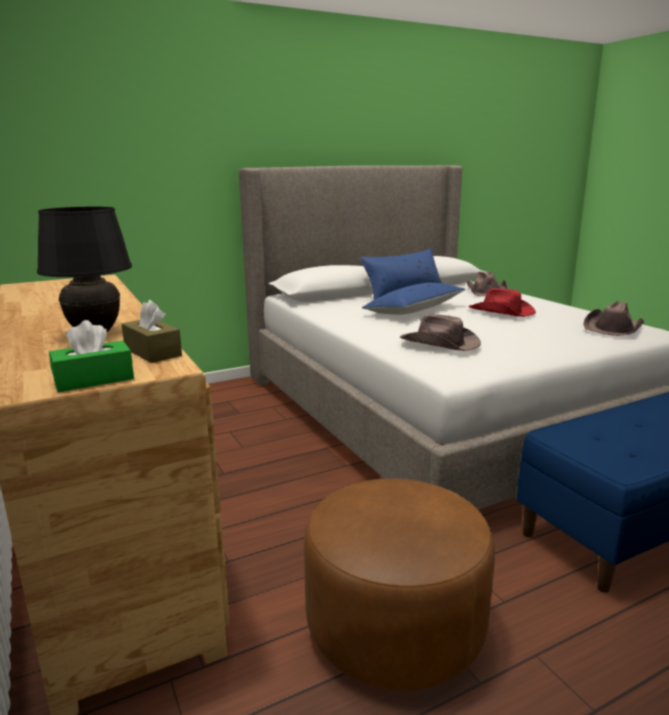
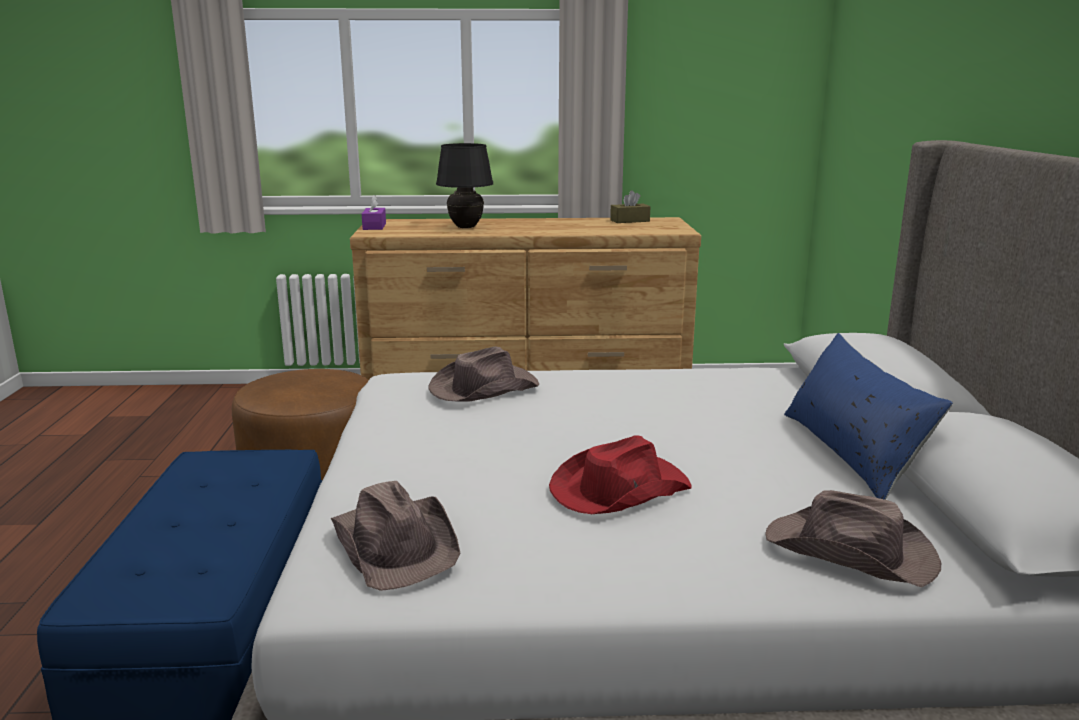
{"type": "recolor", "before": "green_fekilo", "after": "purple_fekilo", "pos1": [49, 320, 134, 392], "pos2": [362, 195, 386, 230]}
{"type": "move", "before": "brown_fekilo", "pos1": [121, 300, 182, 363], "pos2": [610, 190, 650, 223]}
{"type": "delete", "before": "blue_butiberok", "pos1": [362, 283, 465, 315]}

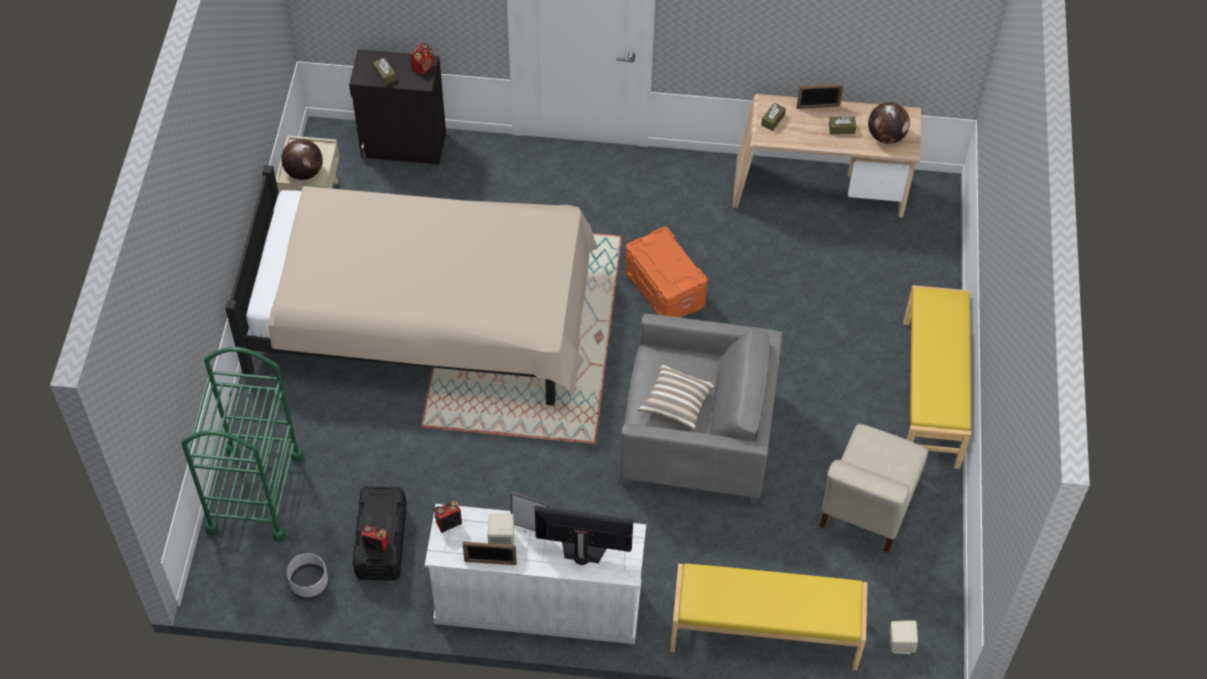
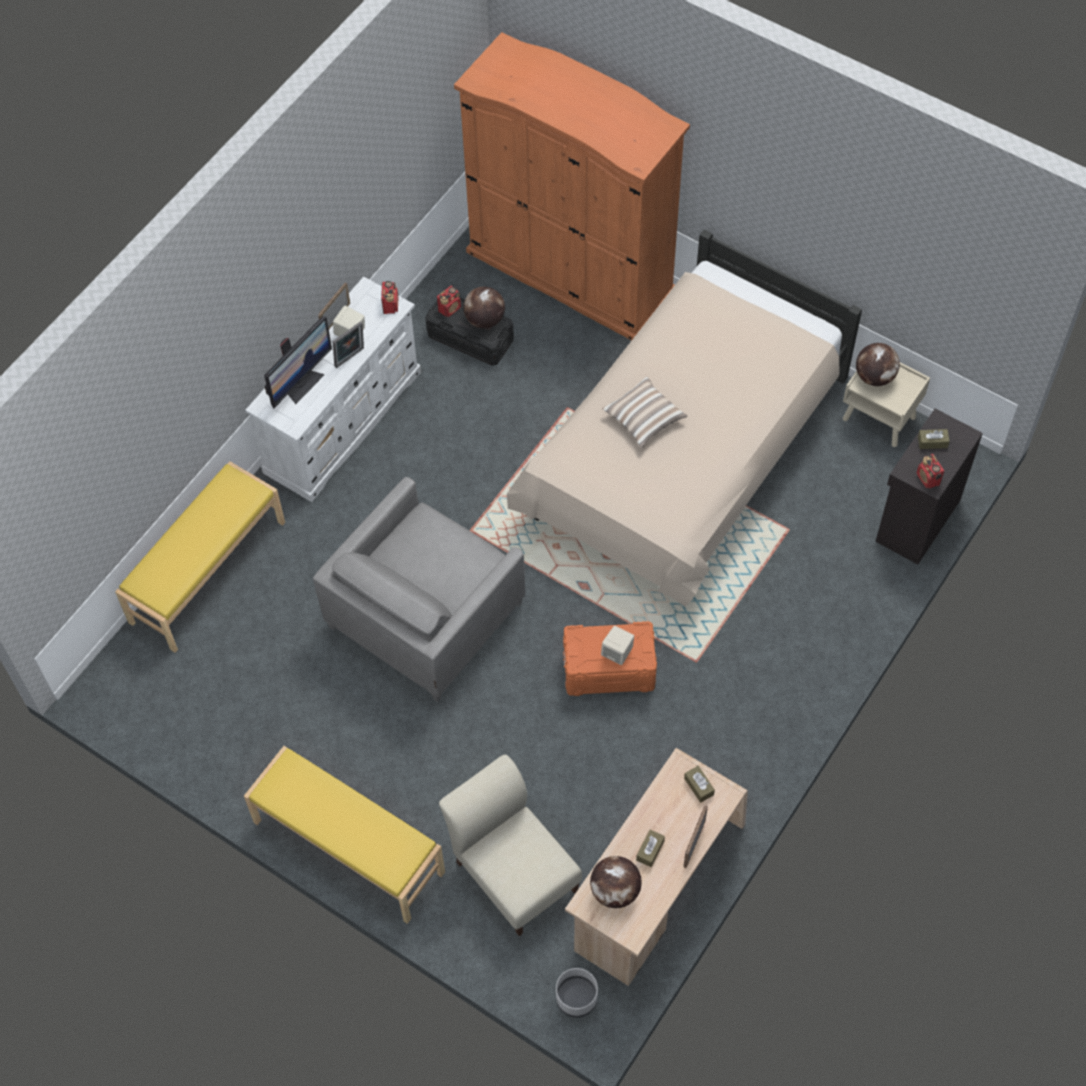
{"type": "replace", "before": "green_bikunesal", "after": "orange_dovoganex", "pos1": [181, 347, 304, 542], "pos2": [454, 32, 690, 340]}
{"type": "move", "before": "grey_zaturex", "pos1": [287, 553, 329, 600], "pos2": [556, 968, 598, 1018]}
{"type": "move", "before": "butiberok", "pos1": [638, 363, 716, 430], "pos2": [602, 376, 687, 448]}
{"type": "move", "before": "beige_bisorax", "pos1": [819, 424, 928, 552], "pos2": [439, 755, 582, 936]}
{"type": "move", "before": "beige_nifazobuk", "pos1": [890, 620, 918, 654], "pos2": [601, 626, 634, 665]}
{"type": "insert", "after": "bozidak", "pos2": [463, 286, 505, 329]}

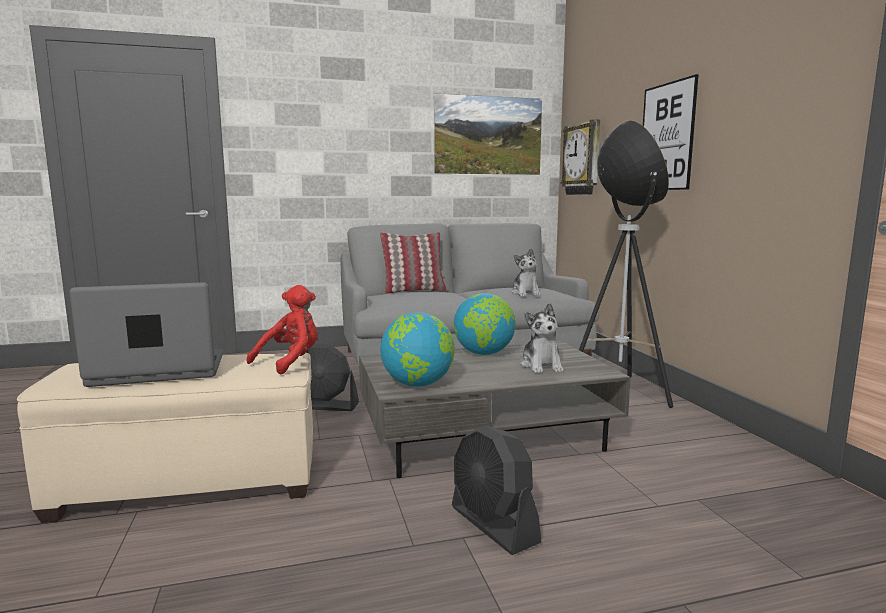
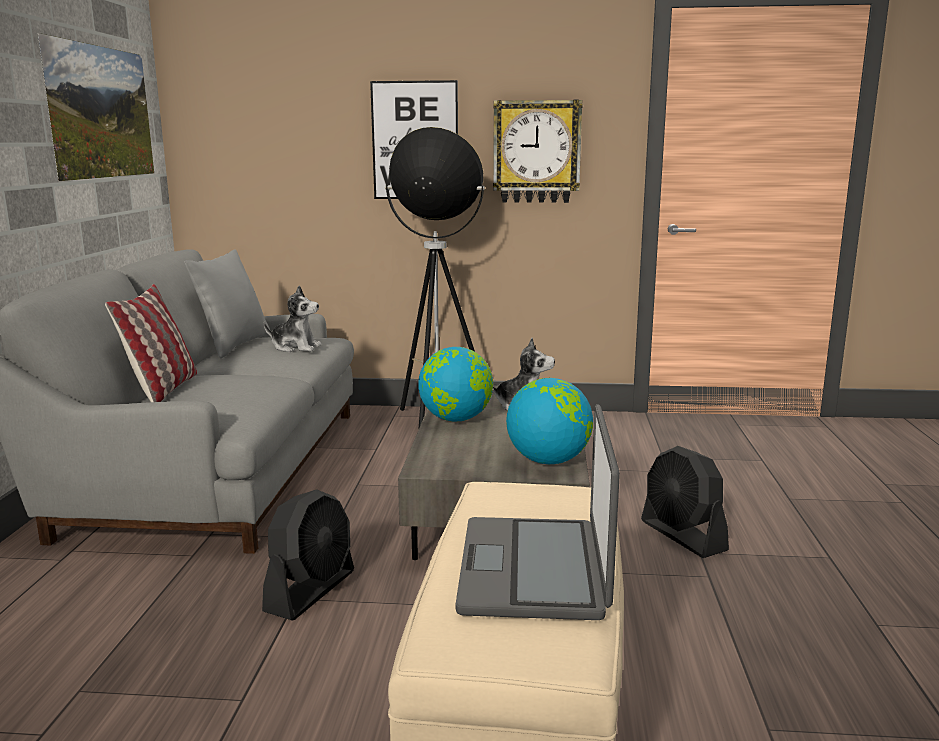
{"type": "delete", "before": "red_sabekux", "pos1": [246, 285, 318, 375]}
{"type": "rotate", "before": "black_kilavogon", "pos1": [452, 425, 541, 555], "pos2": [641, 446, 729, 558], "turn": 75}
{"type": "move", "before": "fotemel", "pos1": [561, 119, 600, 195], "pos2": [493, 100, 582, 203]}
{"type": "insert", "after": "grey_butiberok", "pos2": [185, 249, 270, 358]}

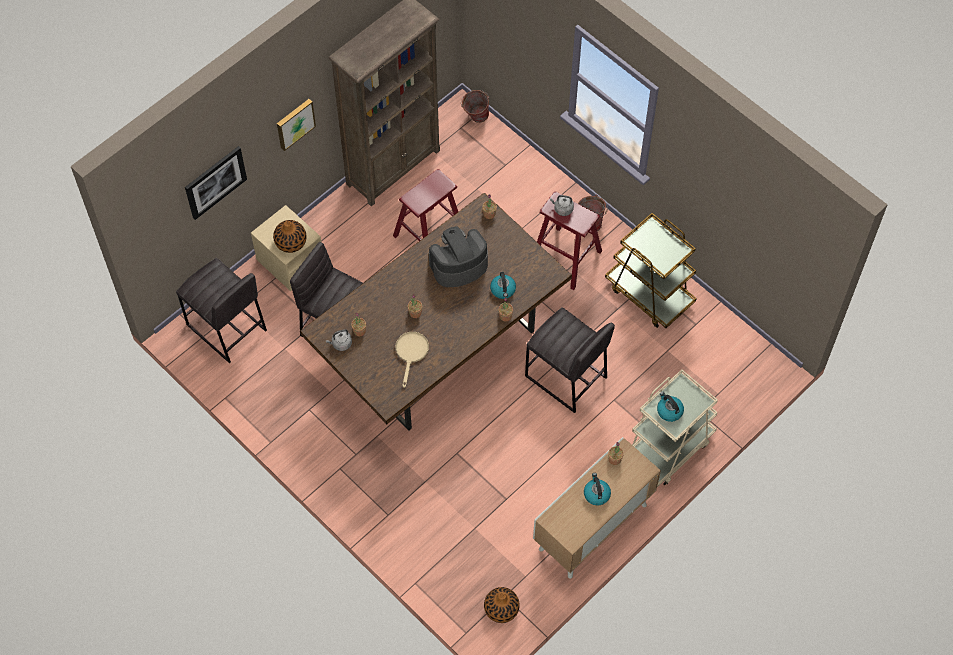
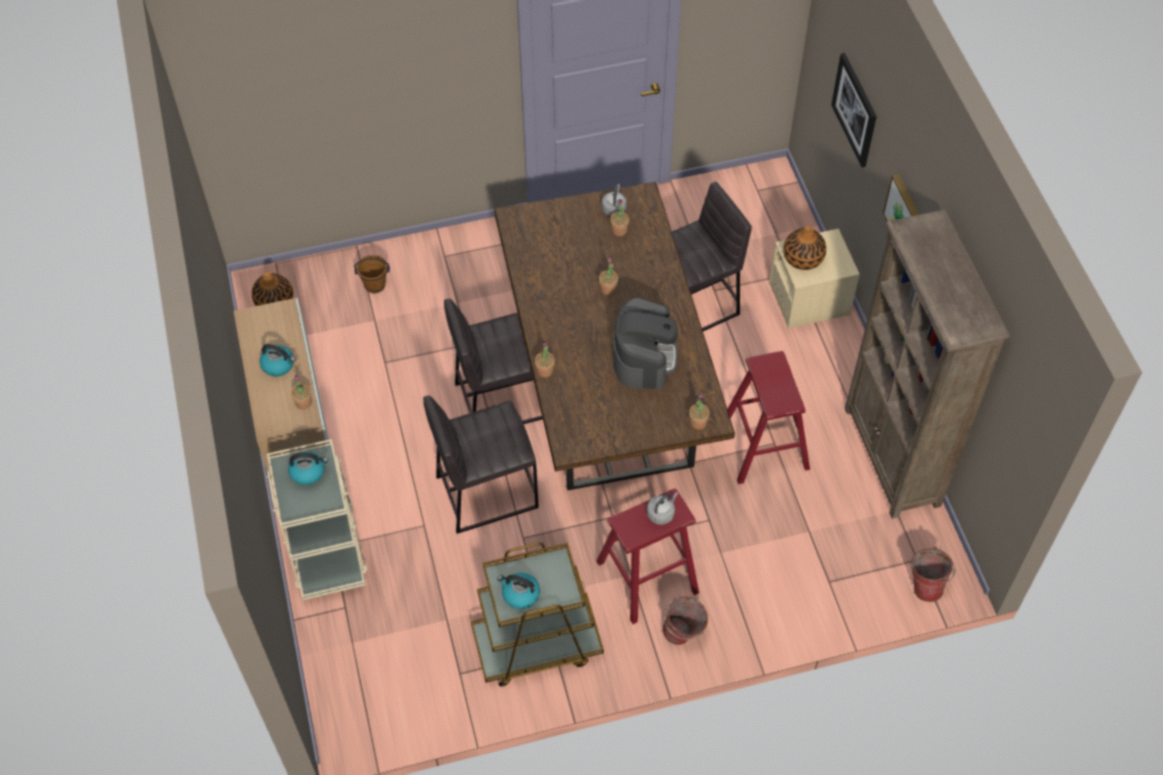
{"type": "move", "before": "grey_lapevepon", "pos1": [176, 258, 267, 363], "pos2": [444, 299, 543, 424]}
{"type": "delete", "before": "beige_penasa", "pos1": [396, 332, 429, 388]}
{"type": "move", "before": "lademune", "pos1": [490, 272, 516, 299], "pos2": [497, 573, 540, 609]}
{"type": "insert", "after": "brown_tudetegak", "pos2": [354, 255, 390, 293]}

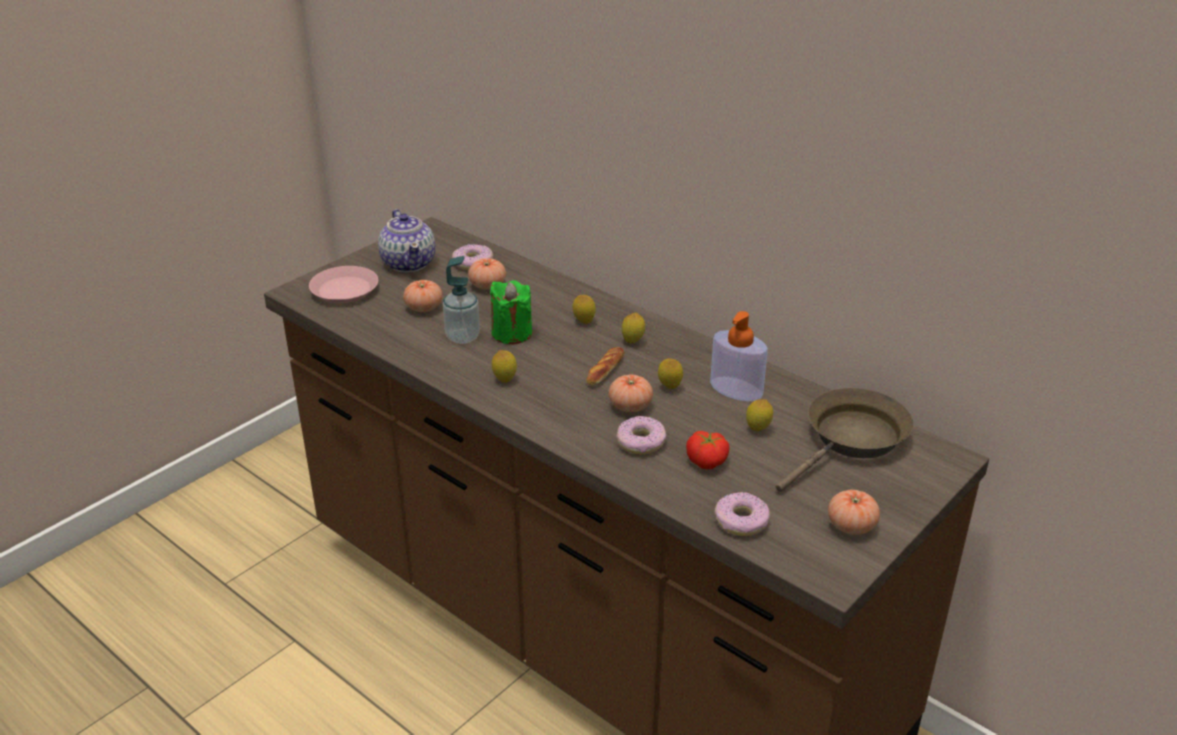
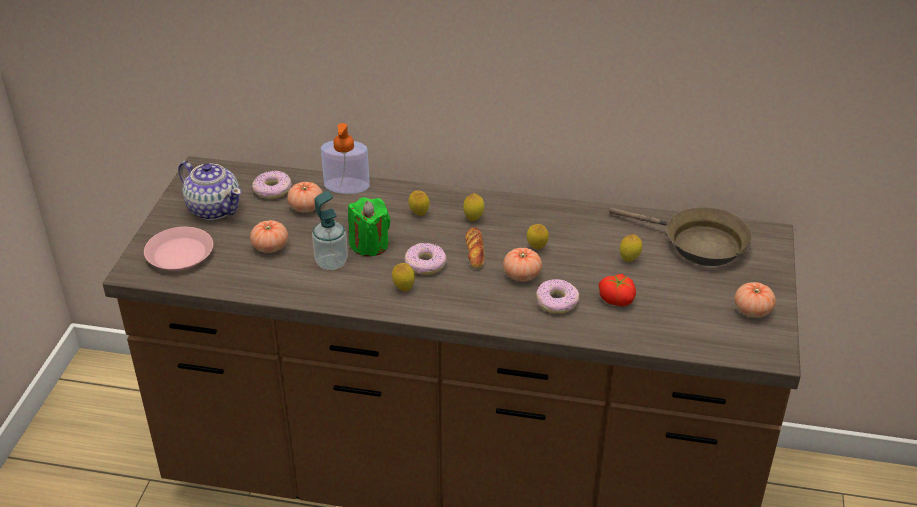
{"type": "move", "before": "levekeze", "pos1": [710, 311, 768, 401], "pos2": [321, 123, 370, 194]}
{"type": "move", "before": "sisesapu", "pos1": [715, 492, 770, 536], "pos2": [405, 243, 447, 275]}
{"type": "rotate", "before": "brown_penasa", "pos1": [776, 388, 913, 492], "pos2": [609, 207, 752, 266], "turn": 105}

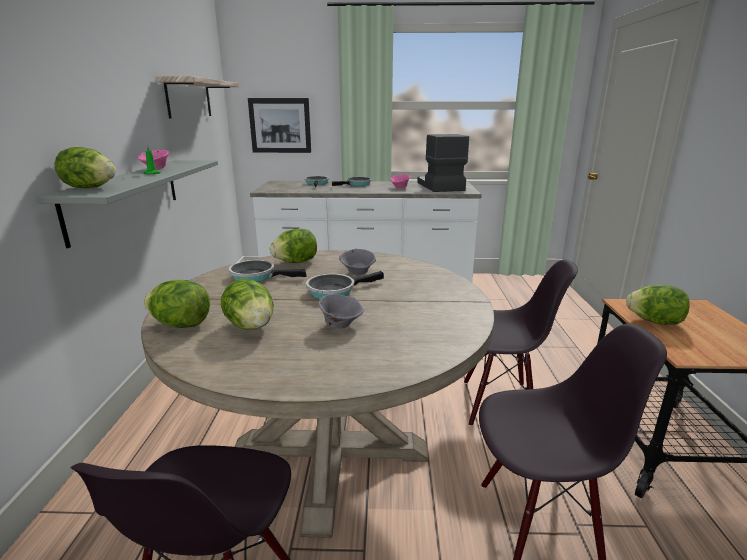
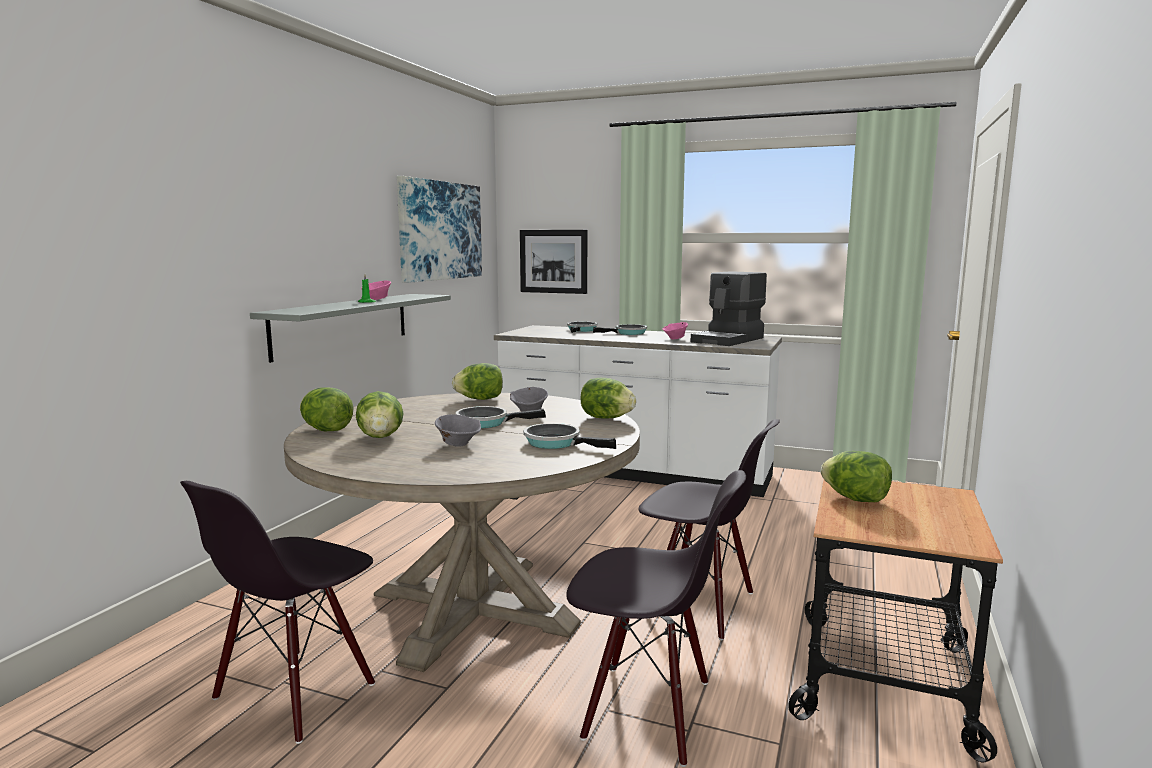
{"type": "move", "before": "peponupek", "pos1": [55, 147, 116, 188], "pos2": [580, 378, 636, 419]}
{"type": "replace", "before": "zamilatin", "after": "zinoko", "pos1": [156, 76, 239, 119], "pos2": [397, 176, 482, 283]}
{"type": "move", "before": "penasa", "pos1": [229, 260, 307, 282], "pos2": [524, 423, 616, 449]}
{"type": "rotate", "before": "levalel", "pos1": [417, 134, 469, 192], "pos2": [691, 271, 767, 346], "turn": -150}

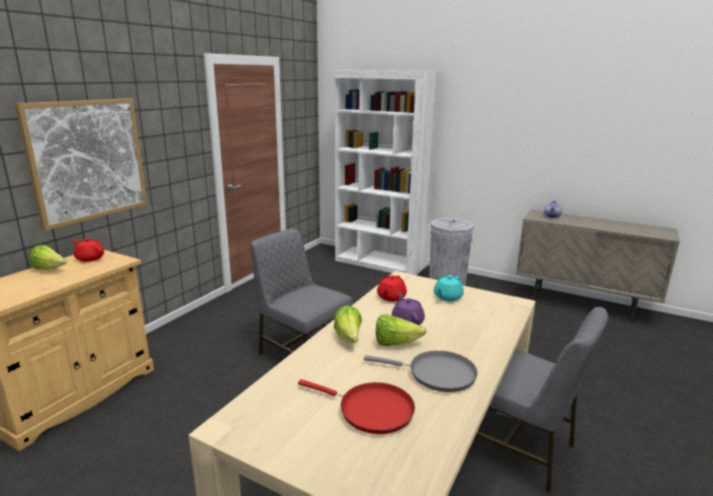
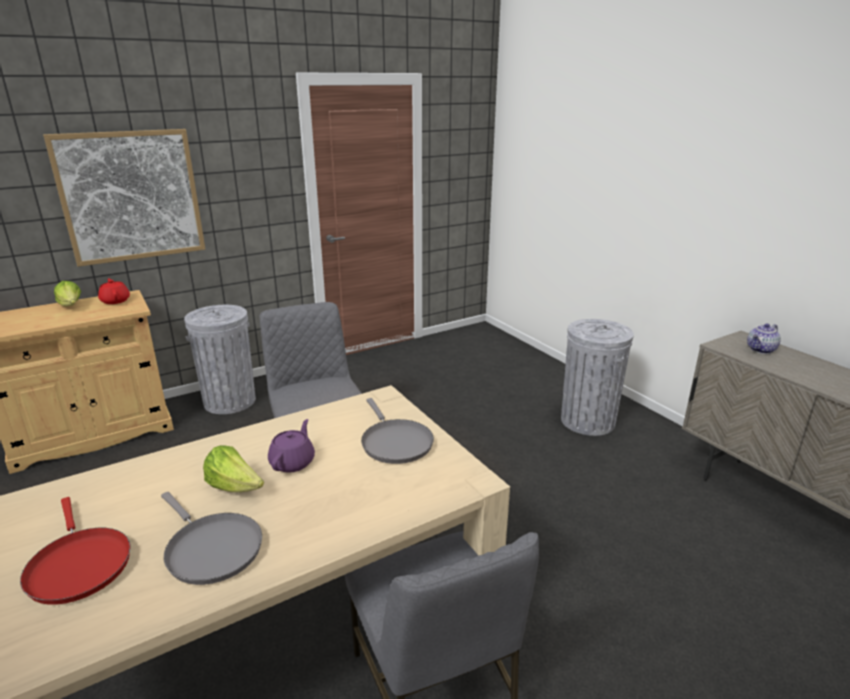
{"type": "delete", "before": "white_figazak", "pos1": [334, 70, 441, 275]}
{"type": "delete", "before": "peponupek", "pos1": [334, 305, 362, 343]}
{"type": "delete", "before": "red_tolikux", "pos1": [377, 275, 407, 301]}
{"type": "replace", "before": "turquoise_tolikux", "after": "grey_penasa", "pos1": [434, 275, 464, 301], "pos2": [361, 398, 434, 464]}
{"type": "insert", "after": "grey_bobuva", "pos2": [184, 305, 256, 414]}

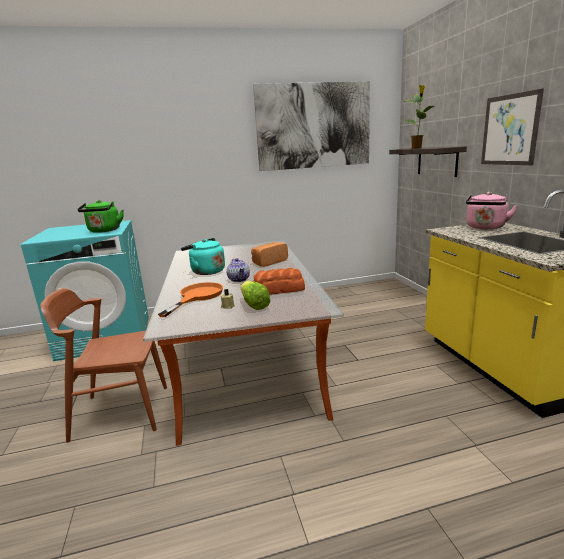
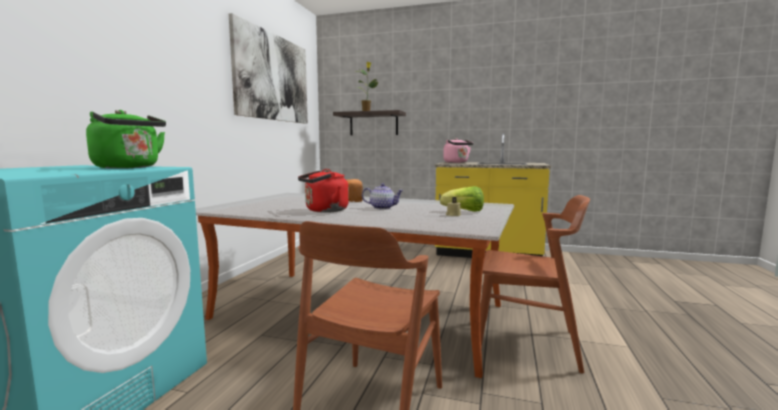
{"type": "delete", "before": "orange_penasa", "pos1": [158, 282, 223, 317]}
{"type": "recolor", "before": "turquoise_lademune", "after": "red_lademune", "pos1": [181, 238, 225, 275], "pos2": [298, 169, 349, 213]}
{"type": "delete", "before": "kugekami", "pos1": [253, 268, 305, 295]}
{"type": "delete", "before": "zinoko", "pos1": [481, 89, 544, 165]}
{"type": "insert", "after": "brown_bisorax", "pos2": [480, 195, 590, 374]}

